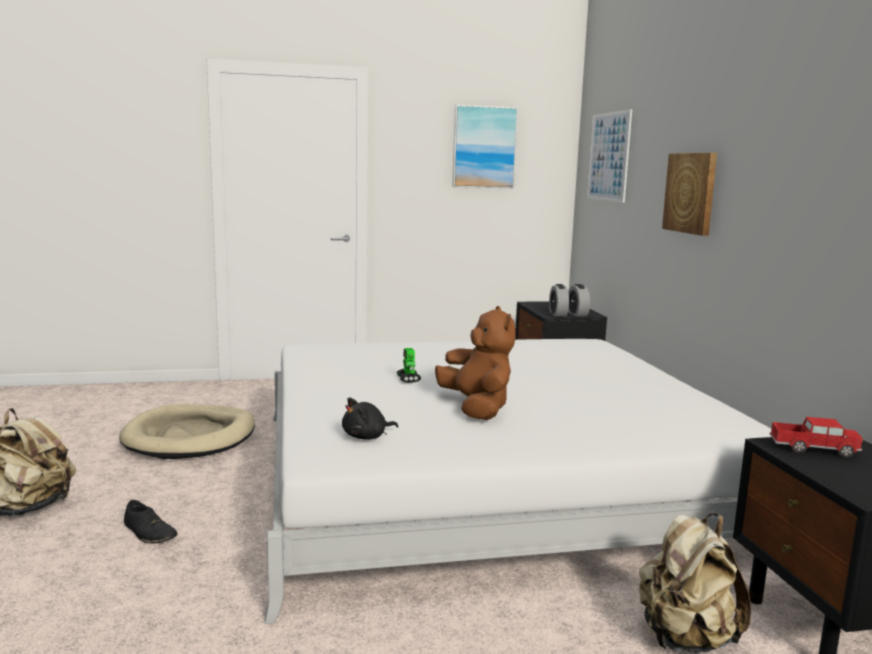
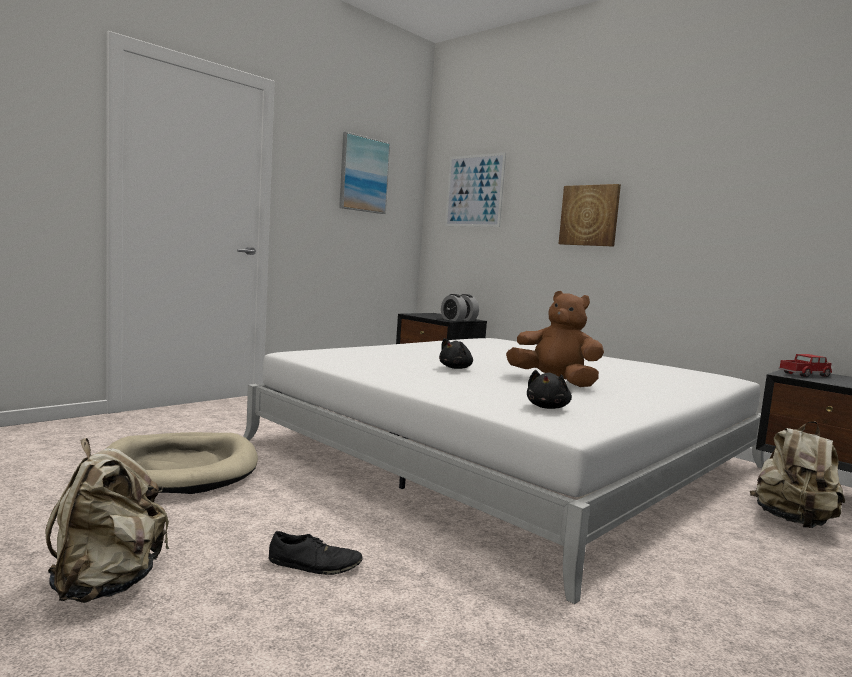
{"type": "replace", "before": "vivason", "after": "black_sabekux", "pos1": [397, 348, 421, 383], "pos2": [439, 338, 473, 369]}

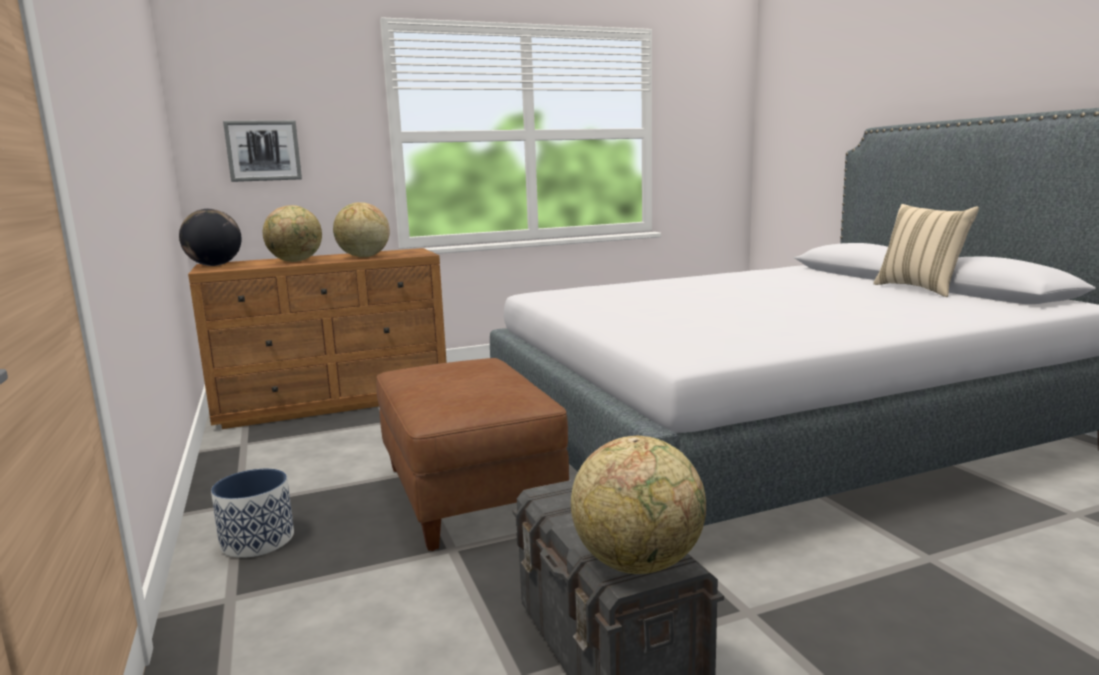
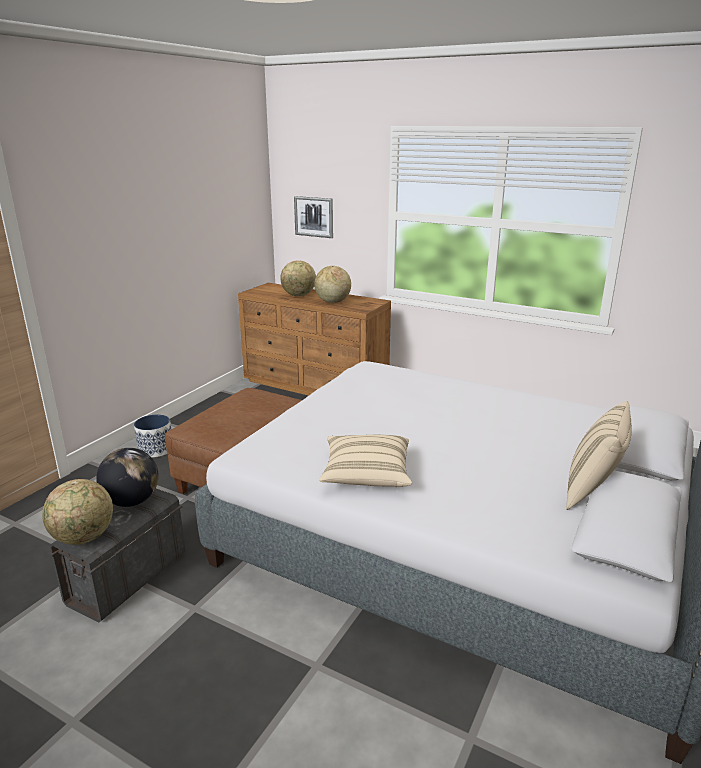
{"type": "move", "before": "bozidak", "pos1": [179, 209, 242, 266], "pos2": [96, 448, 159, 507]}
{"type": "insert", "after": "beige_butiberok", "pos2": [319, 435, 412, 487]}

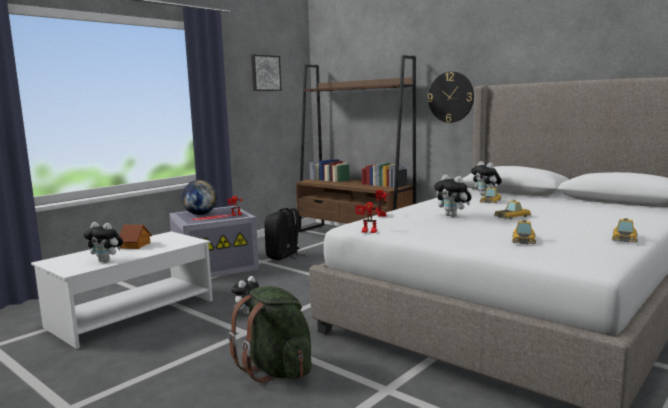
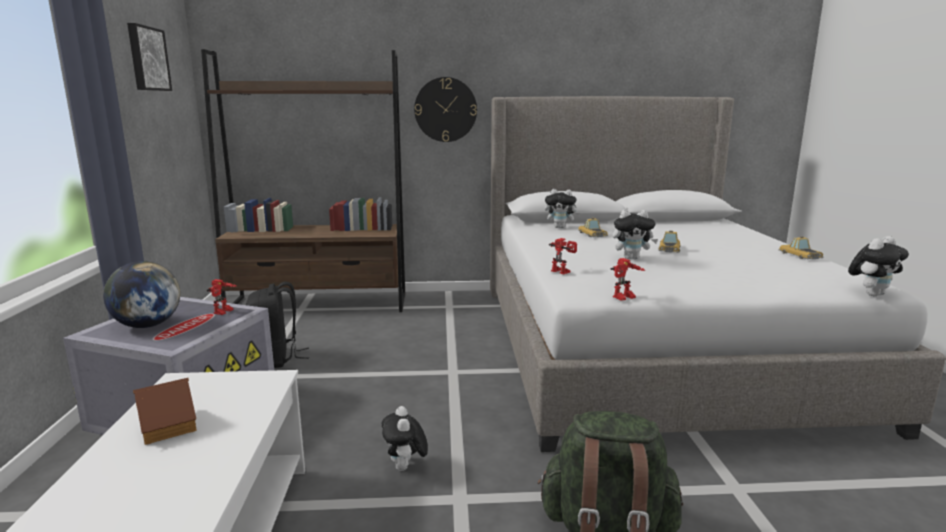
{"type": "move", "before": "sabekux", "pos1": [83, 222, 123, 262], "pos2": [848, 236, 909, 296]}
{"type": "delete", "before": "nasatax", "pos1": [512, 220, 536, 244]}

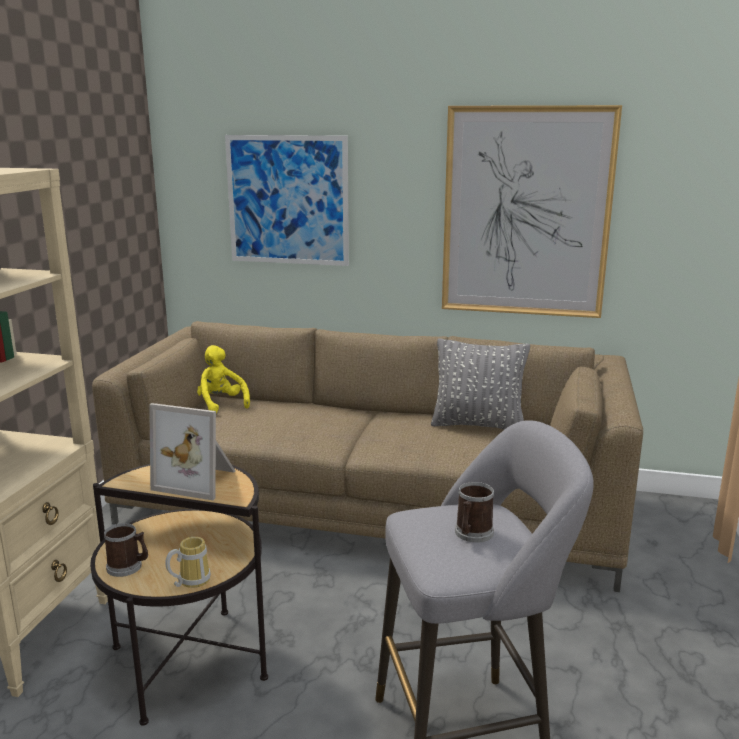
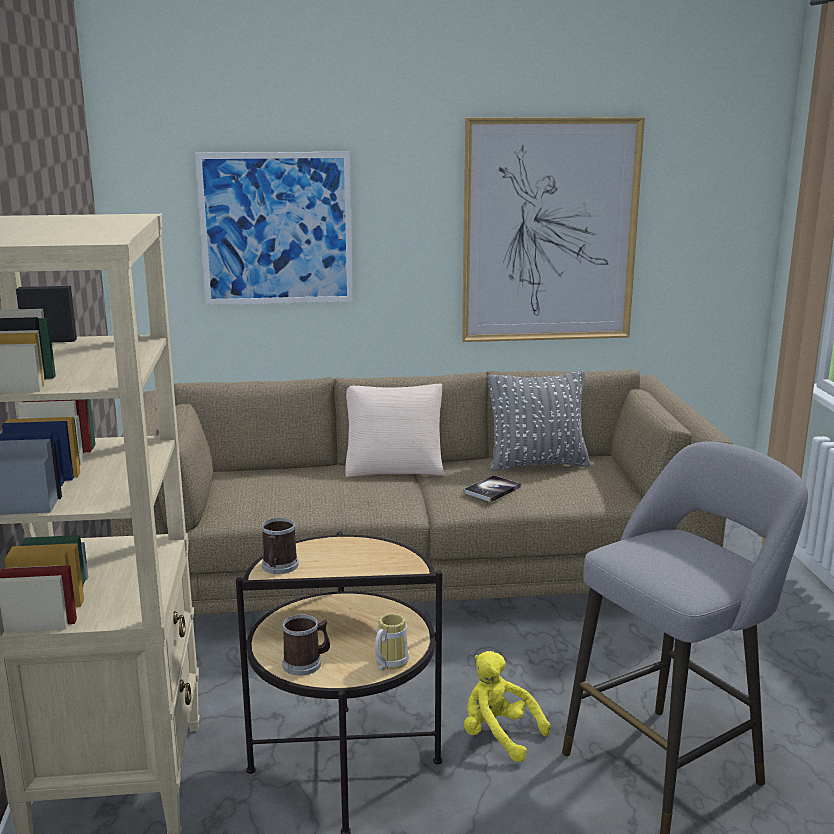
{"type": "delete", "before": "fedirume", "pos1": [149, 403, 235, 500]}
{"type": "move", "before": "yellow_sabekux", "pos1": [197, 345, 250, 413], "pos2": [464, 651, 550, 762]}
{"type": "move", "before": "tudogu", "pos1": [455, 482, 494, 542], "pos2": [262, 518, 299, 574]}
{"type": "insert", "after": "beige_butiberok", "pos2": [345, 384, 445, 477]}
{"type": "insert", "after": "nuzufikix", "pos2": [463, 475, 521, 502]}

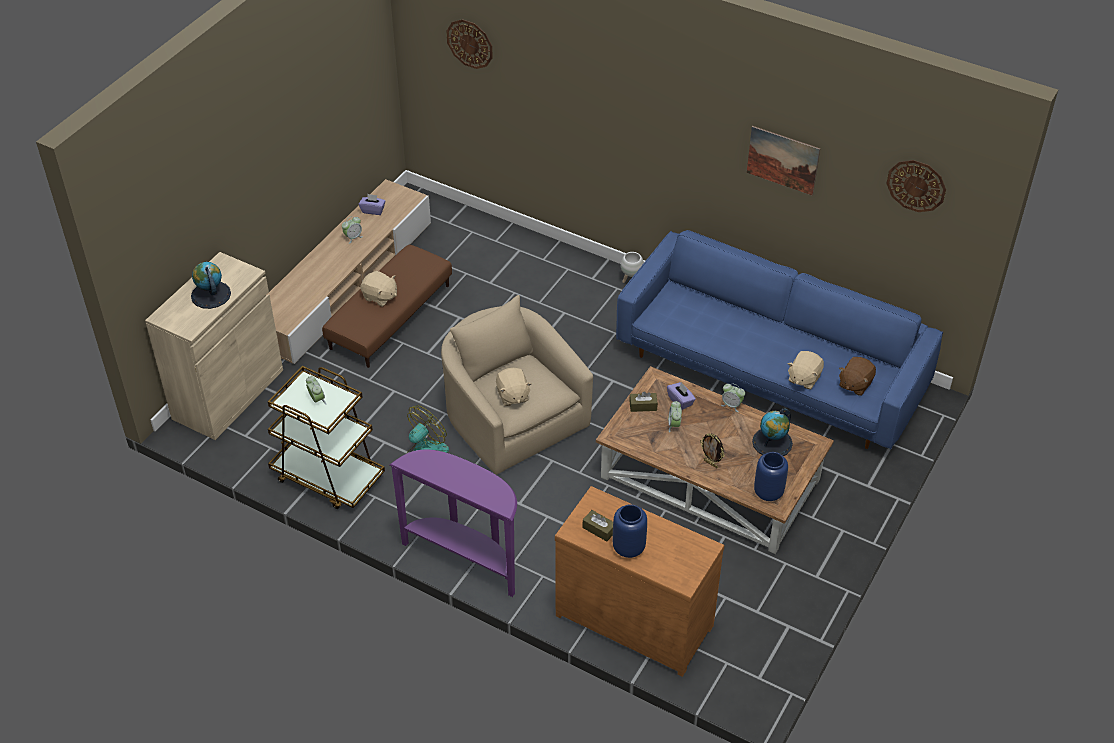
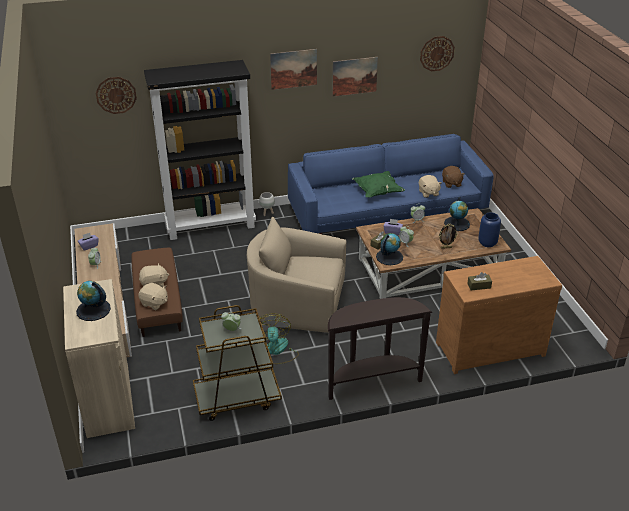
{"type": "recolor", "before": "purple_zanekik", "after": "brown_zanekik", "pos1": [390, 449, 517, 597], "pos2": [328, 297, 432, 400]}
{"type": "move", "before": "beige_sabekux", "pos1": [496, 368, 531, 406], "pos2": [138, 283, 168, 310]}
{"type": "delete", "before": "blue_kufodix", "pos1": [613, 504, 647, 558]}
{"type": "insert", "after": "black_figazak", "pos2": [144, 60, 256, 240]}
{"type": "insert", "after": "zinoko", "pos2": [270, 49, 317, 90]}
{"type": "insert", "after": "green_butiberok", "pos2": [352, 171, 405, 197]}
{"type": "insert", "after": "bozidak", "pos2": [376, 233, 403, 265]}

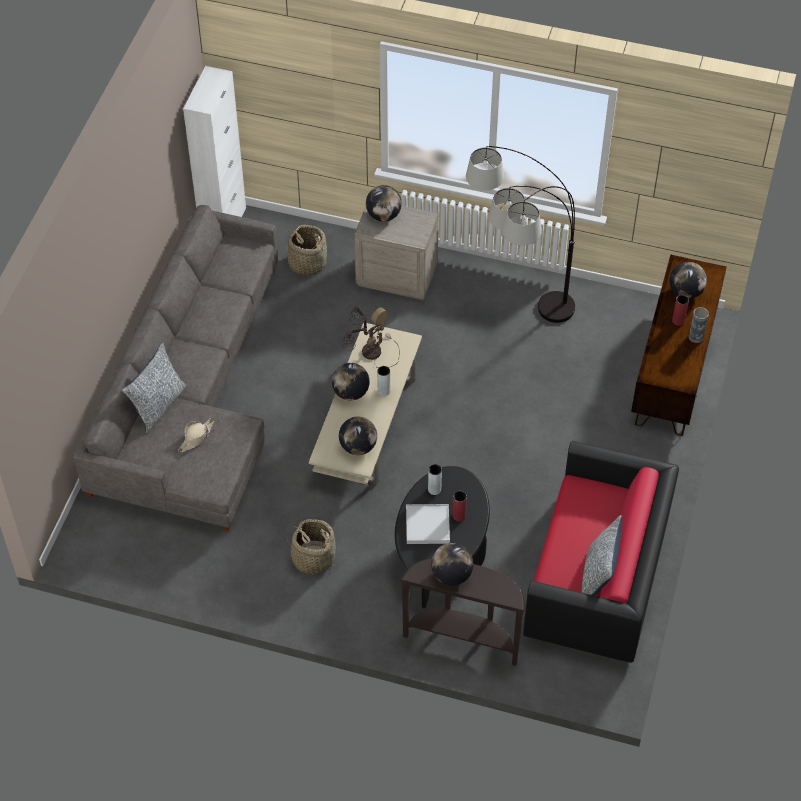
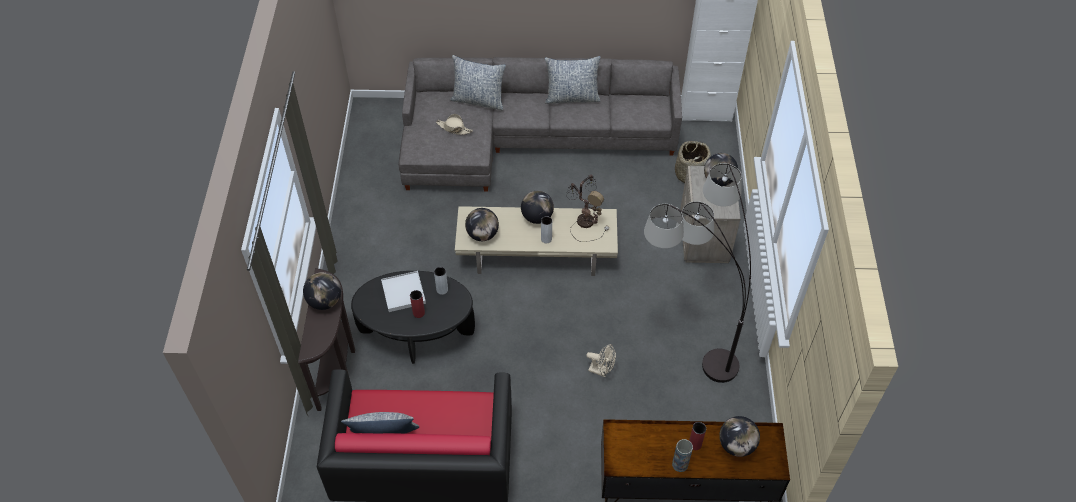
{"type": "delete", "before": "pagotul", "pos1": [286, 519, 336, 575]}
{"type": "insert", "after": "butiberok", "pos2": [545, 56, 601, 104]}
{"type": "insert", "after": "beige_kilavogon", "pos2": [587, 344, 616, 377]}

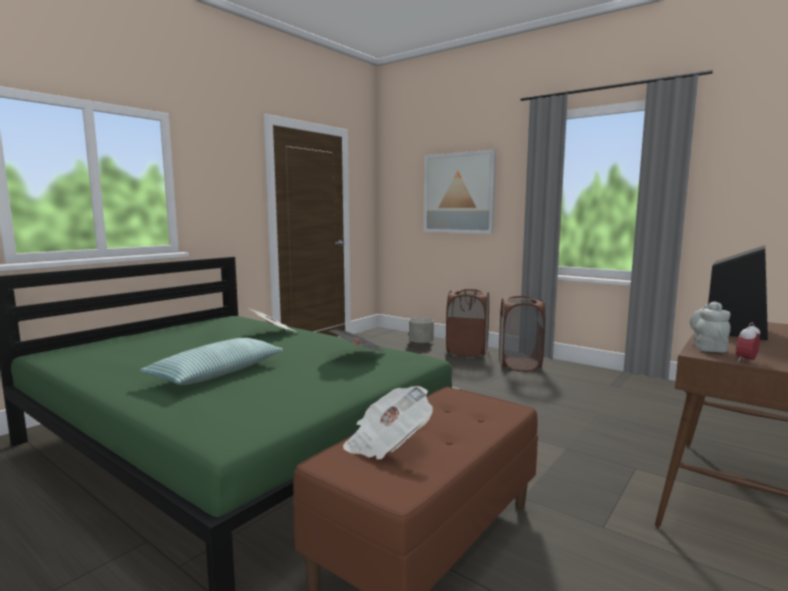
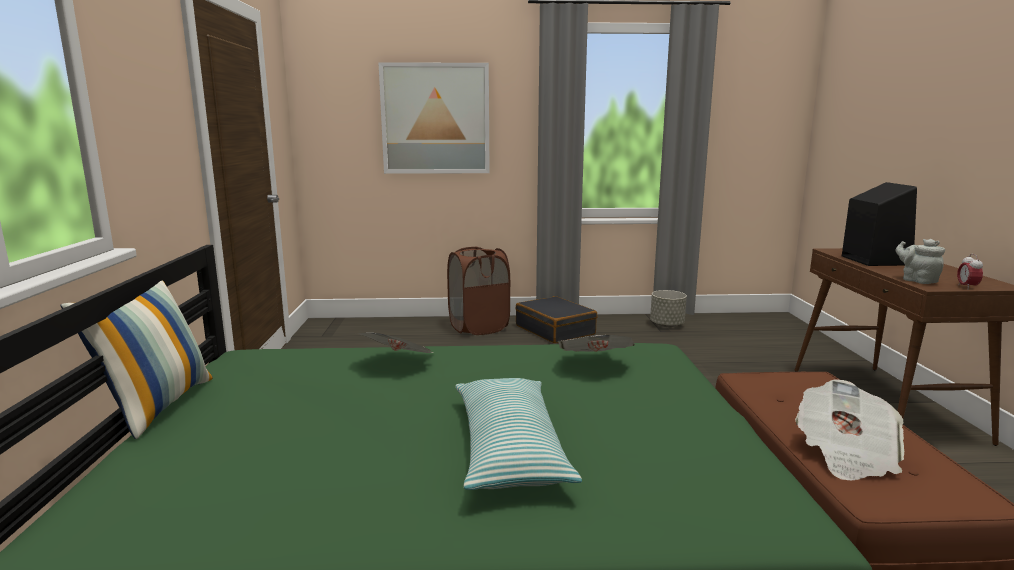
{"type": "move", "before": "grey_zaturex", "pos1": [409, 318, 434, 345], "pos2": [650, 290, 687, 327]}
{"type": "replace", "before": "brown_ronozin", "after": "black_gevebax", "pos1": [499, 296, 545, 372], "pos2": [516, 296, 597, 343]}
{"type": "insert", "after": "butiberok", "pos2": [61, 281, 213, 439]}

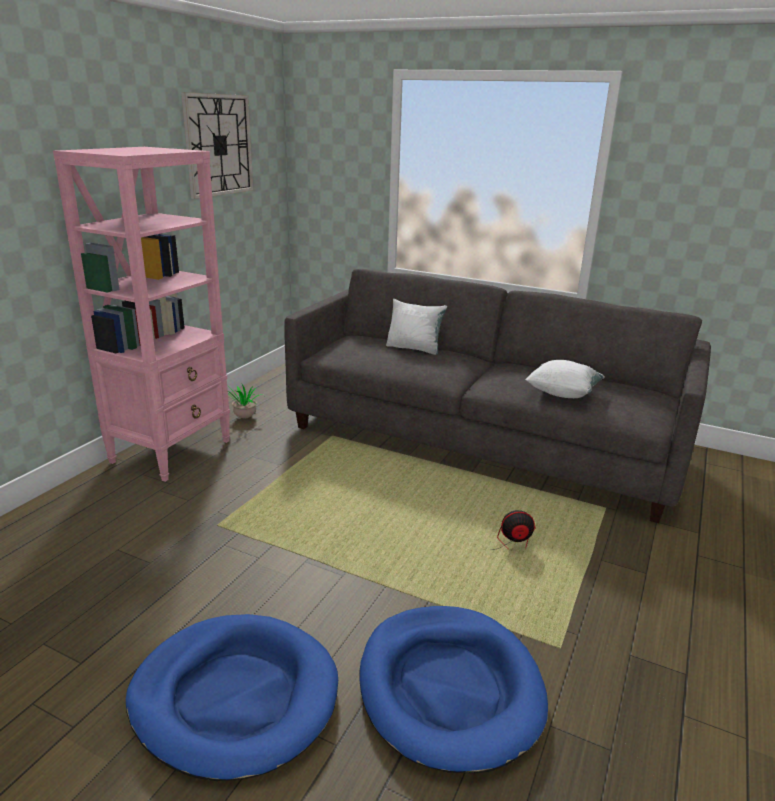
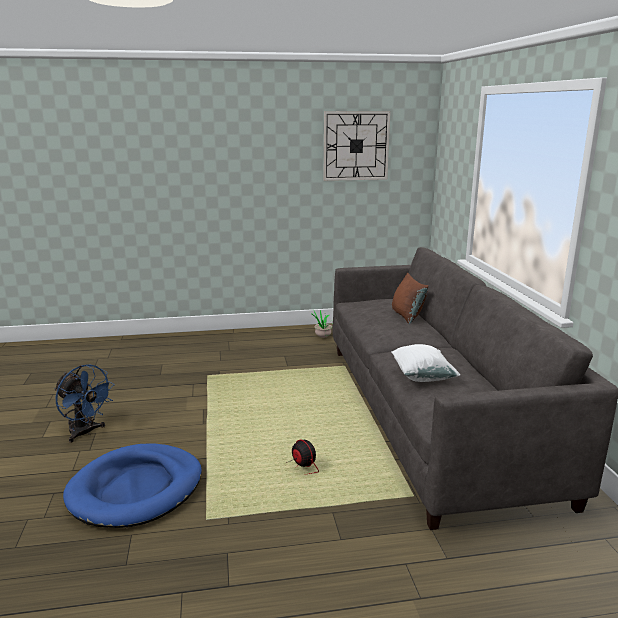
{"type": "delete", "before": "pink_figazak", "pos1": [53, 147, 230, 482]}
{"type": "replace", "before": "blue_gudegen", "after": "blue_kilavogon", "pos1": [126, 614, 338, 781], "pos2": [54, 364, 115, 443]}
{"type": "recolor", "before": "white_butiberok", "after": "brown_butiberok", "pos1": [386, 299, 447, 355], "pos2": [392, 273, 428, 324]}

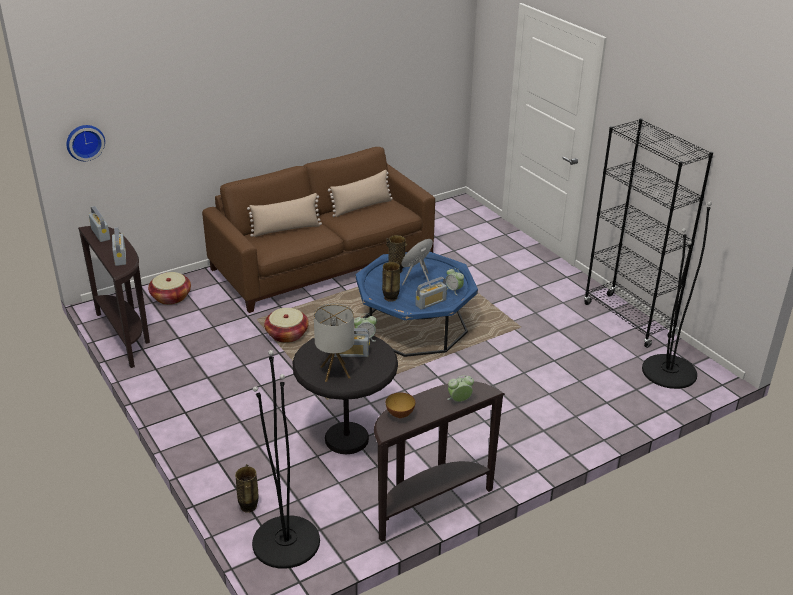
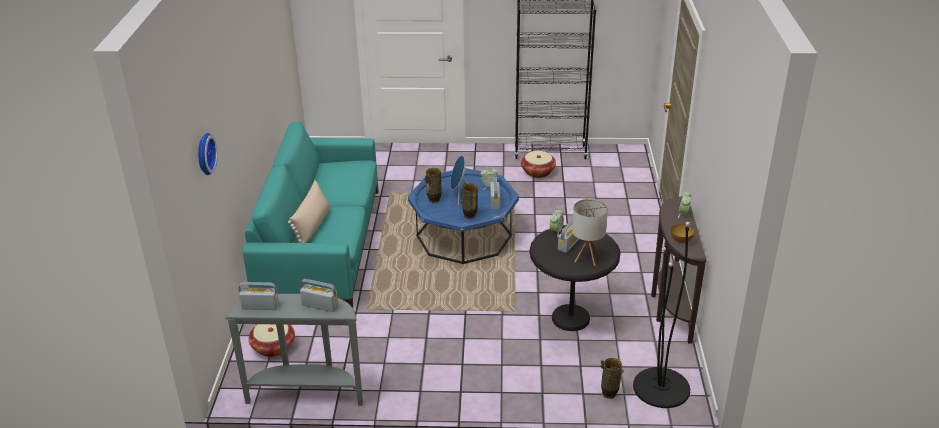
{"type": "move", "before": "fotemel", "pos1": [67, 125, 105, 161], "pos2": [198, 133, 218, 175]}
{"type": "recolor", "before": "brown_zanekik", "after": "grey_zanekik", "pos1": [78, 226, 150, 368], "pos2": [225, 294, 363, 406]}
{"type": "recolor", "before": "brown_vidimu", "after": "turquoise_vidimu", "pos1": [202, 147, 435, 313], "pos2": [242, 122, 379, 307]}
{"type": "move", "before": "pagotul", "pos1": [264, 308, 309, 343], "pos2": [521, 151, 556, 178]}
{"type": "delete", "before": "beige_butiberok", "pos1": [328, 170, 393, 217]}
{"type": "delete", "before": "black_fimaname", "pos1": [642, 201, 712, 389]}

